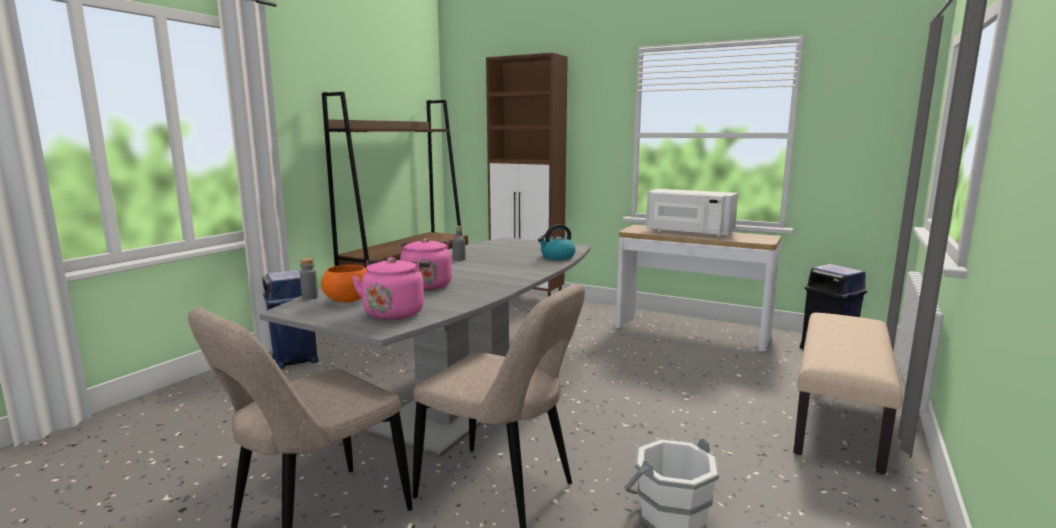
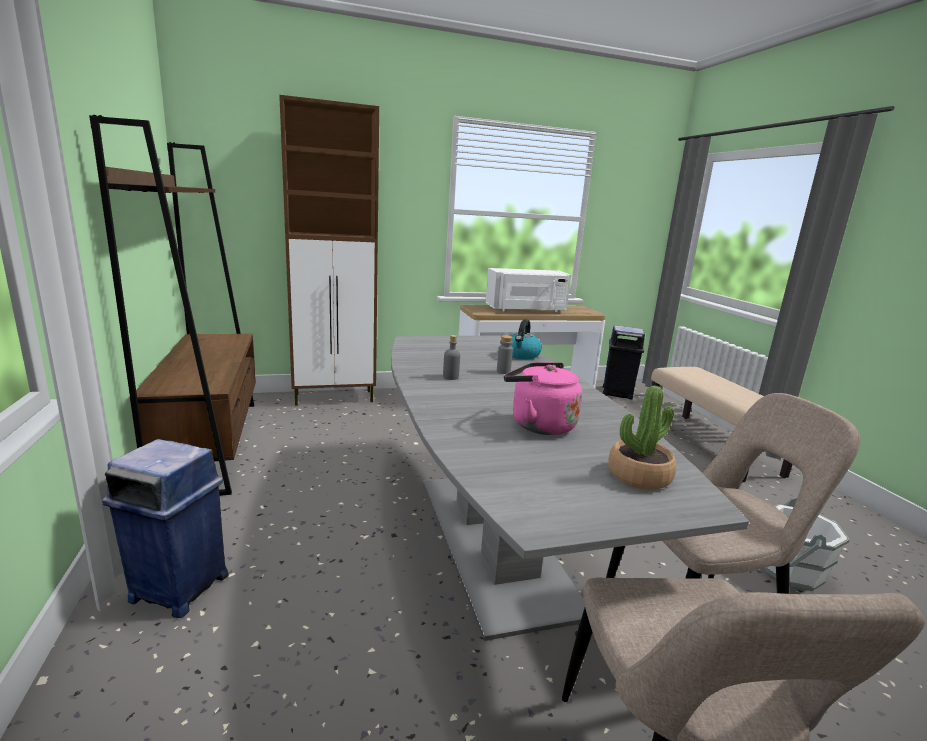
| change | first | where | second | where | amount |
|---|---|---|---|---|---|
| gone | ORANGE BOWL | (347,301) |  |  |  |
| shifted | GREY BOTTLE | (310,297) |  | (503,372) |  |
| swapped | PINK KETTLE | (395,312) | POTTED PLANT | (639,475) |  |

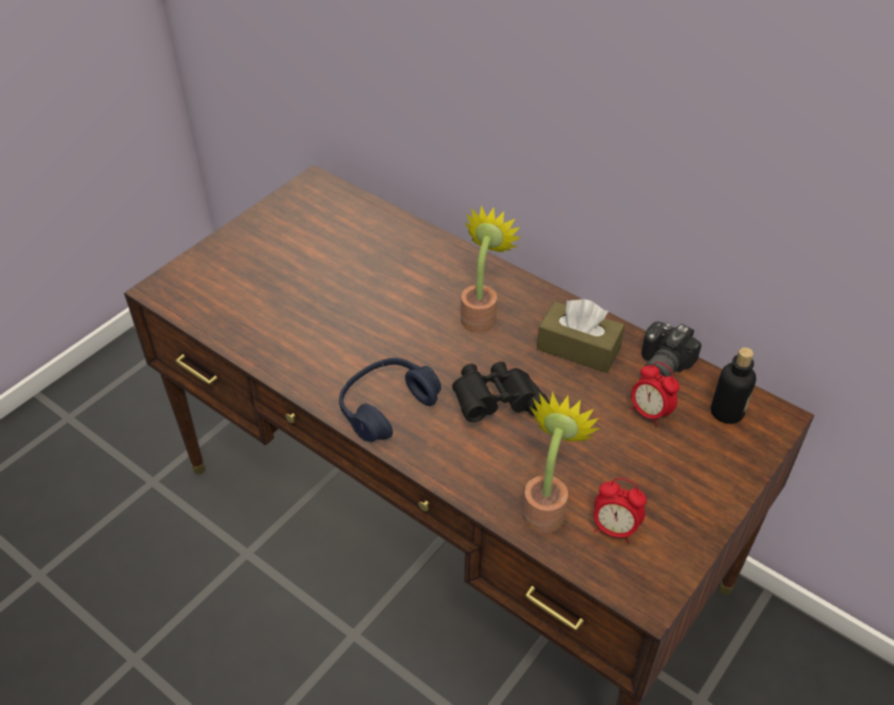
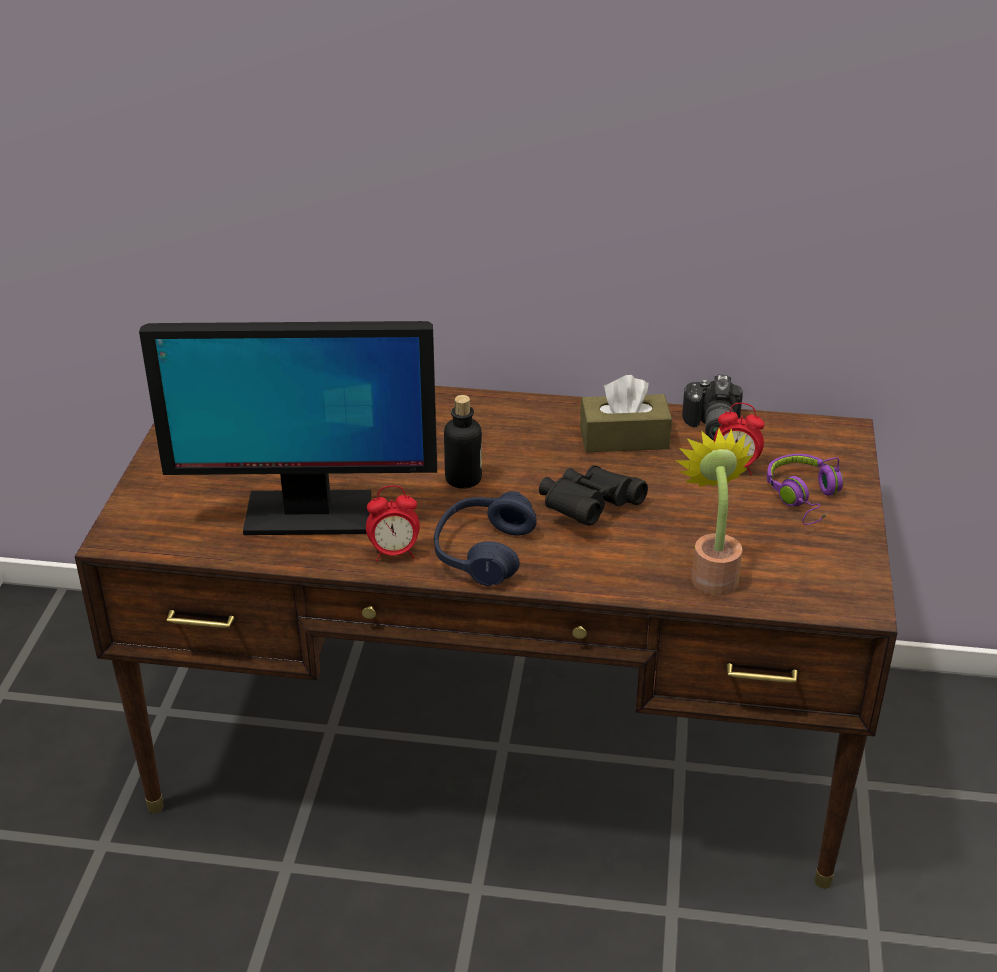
| change | first | where | second | where | amount |
|---|---|---|---|---|---|
| gone | POTTED PLANT | (481,315) |  |  |  |
| new |  |  | MONITOR | (307,514) |  |
| new |  |  | PURPLE HEADPHONES | (804,497) |  |
| shifted | ALARM CLOCK | (614,529) |  | (394,553) |  |
| shifted | BOTTLE | (727,412) |  | (463,479) |  |

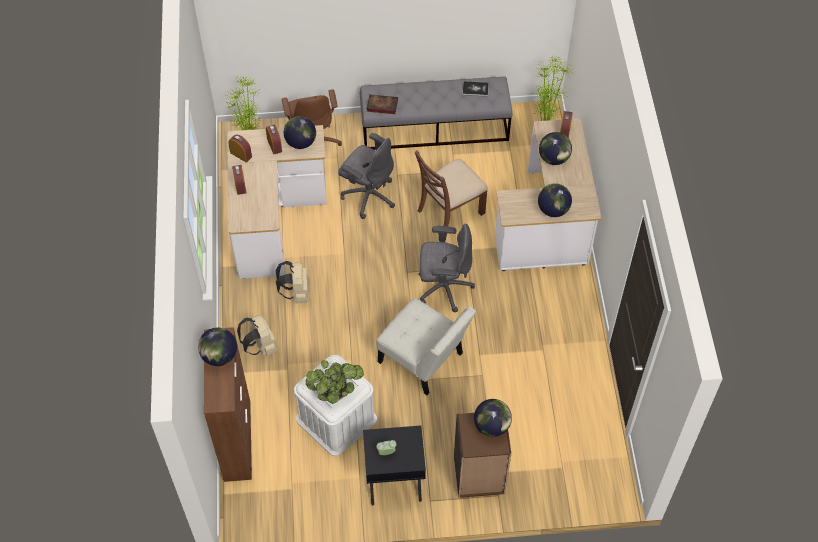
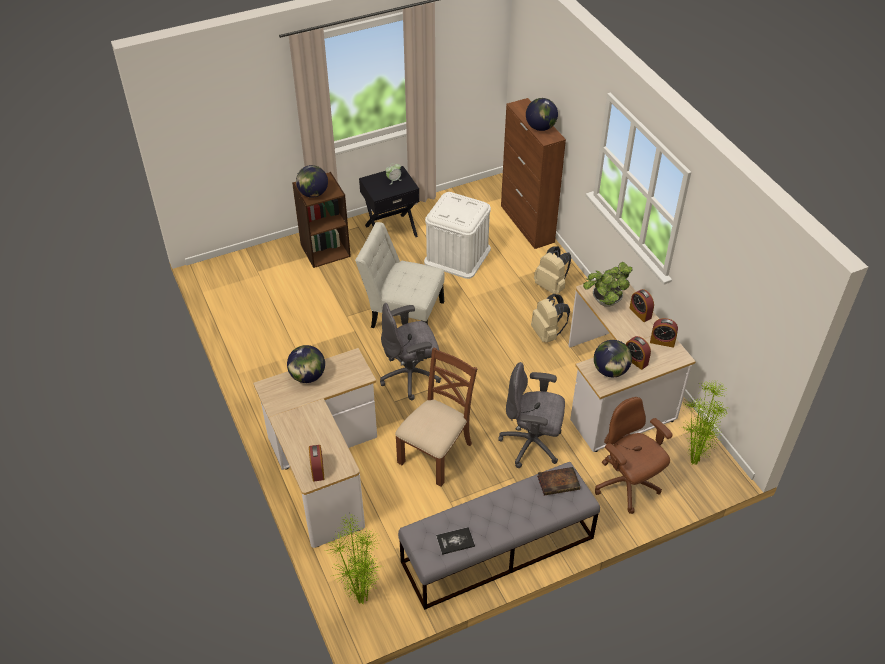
| change | first | where | second | where | amount |
|---|---|---|---|---|---|
| gone | GLOBE | (554,159) |  |  |  |
| shifted | POTTED PLANT | (335,392) |  | (604,302) |  |

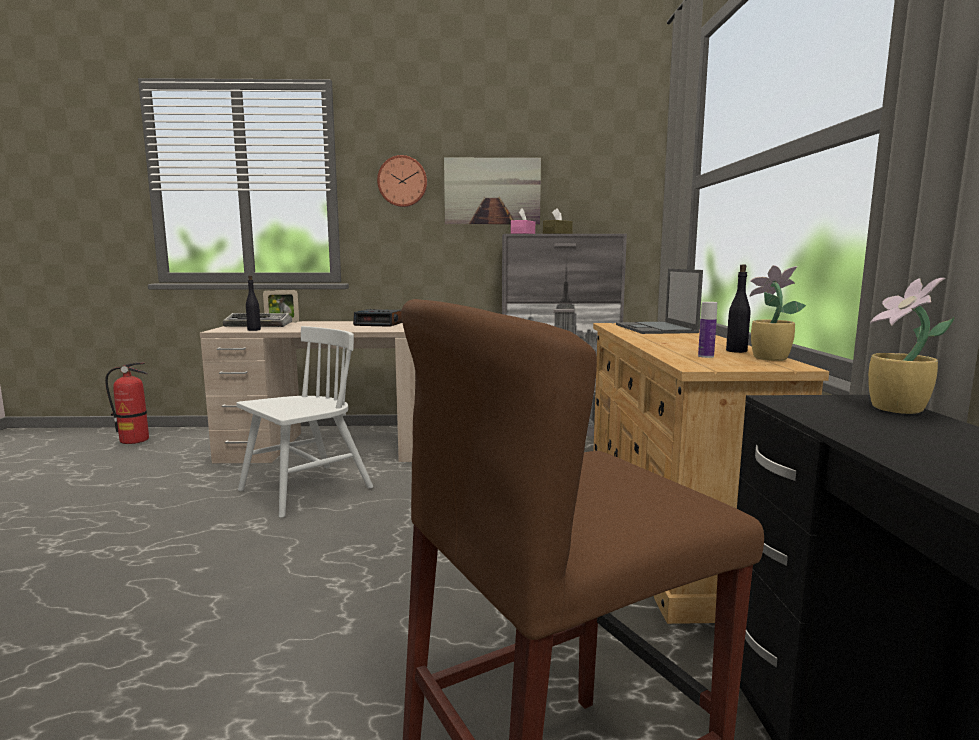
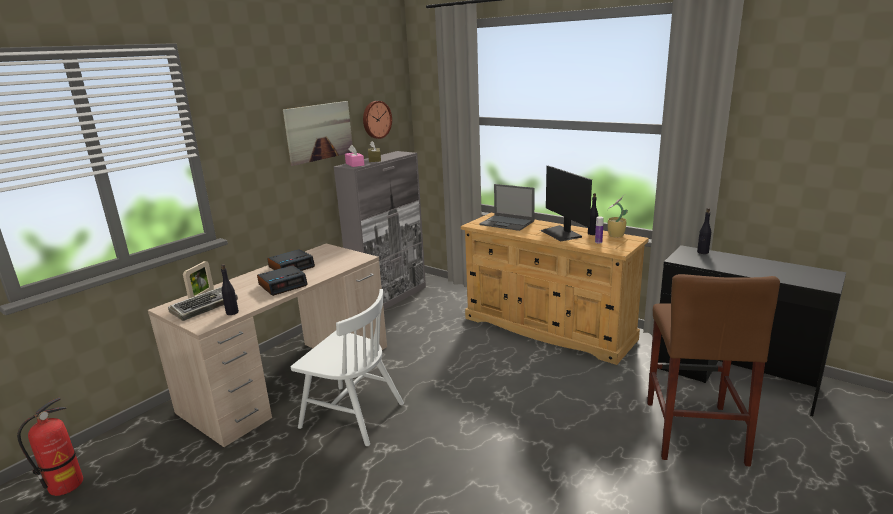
| change | first | where | second | where | amount |
|---|---|---|---|---|---|
| new |  |  | ALARM CLOCK | (283,285) |  |
| new |  |  | MONITOR | (561,233) |  |
| shifted | WALL CLOCK | (402,181) |  | (376,119) |  |
| swapped | POTTED PLANT | (897,409) | BLACK BOTTLE | (702,252) |  |
| rotated | WHITE CHAIR | (305,489) |  | (352,415) | 120 degrees clockwise |

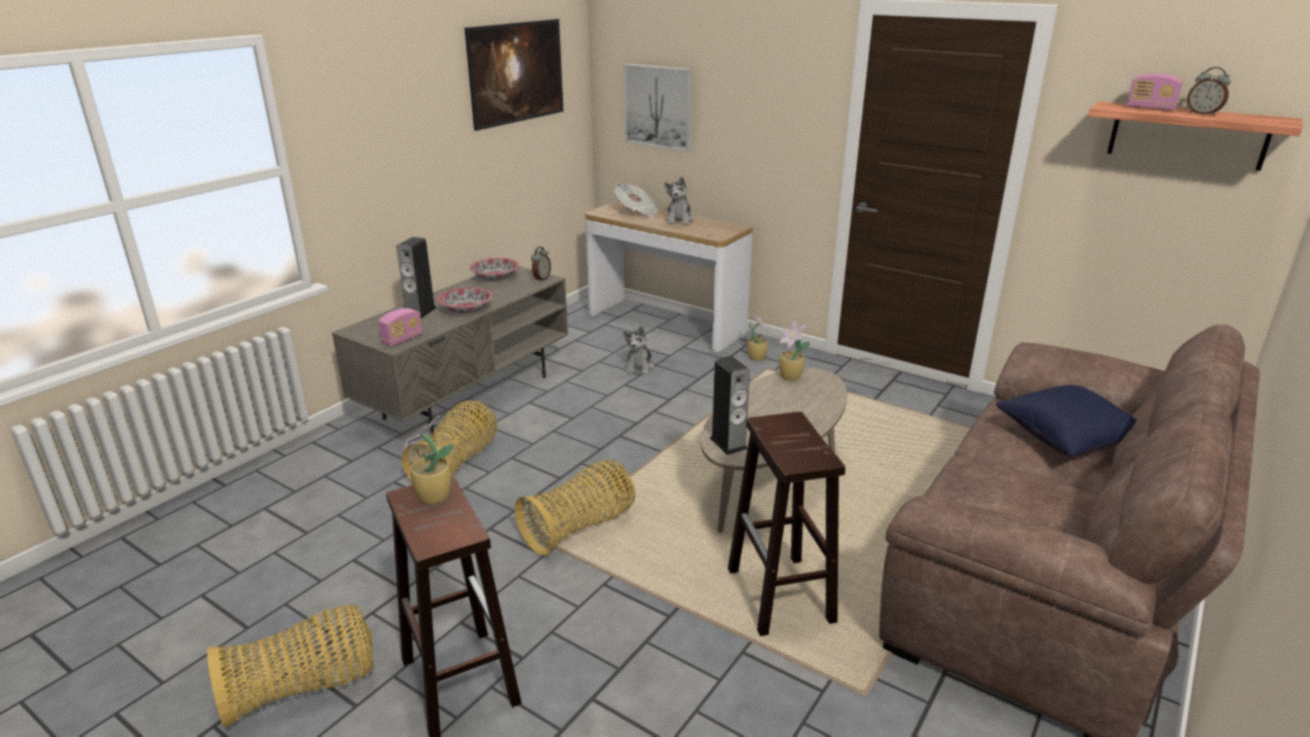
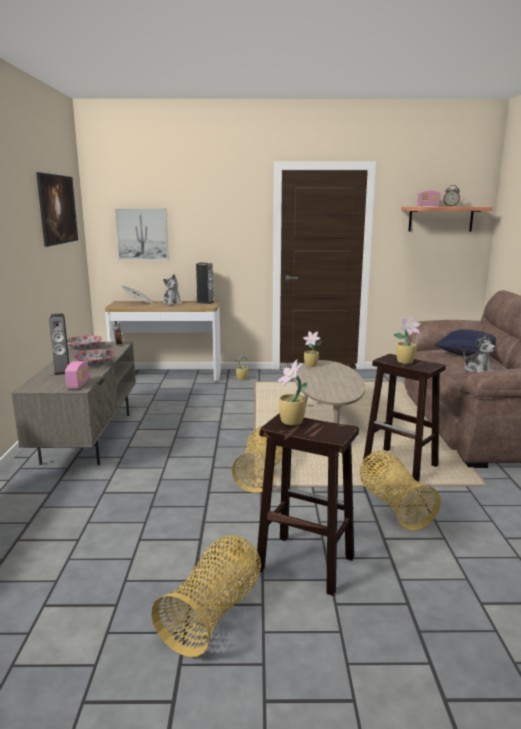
| change | first | where | second | where | amount |
|---|---|---|---|---|---|
| new |  |  | POTTED PLANT | (406,362) |  |
| shifted | BASKET | (457,464) |  | (393,506) |  |
| shifted | PLUSH TOY | (639,367) |  | (478,370) |  |
| shifted | SPEAKER | (728,443) |  | (205,302) |  |

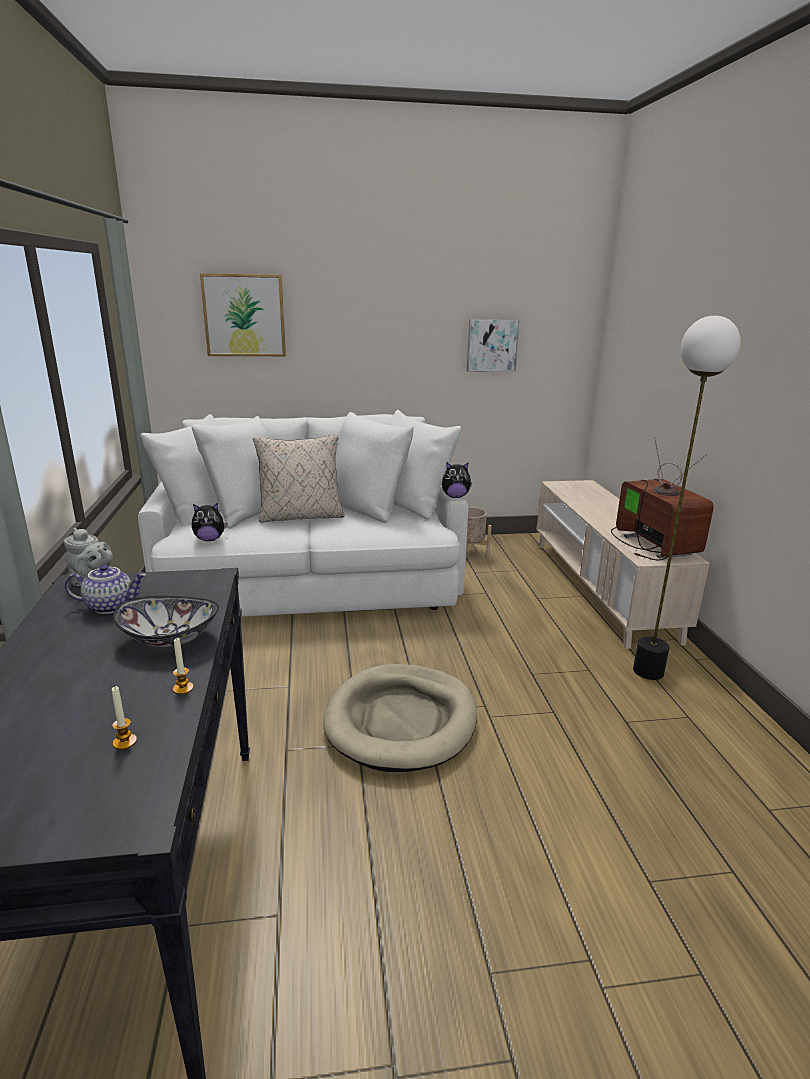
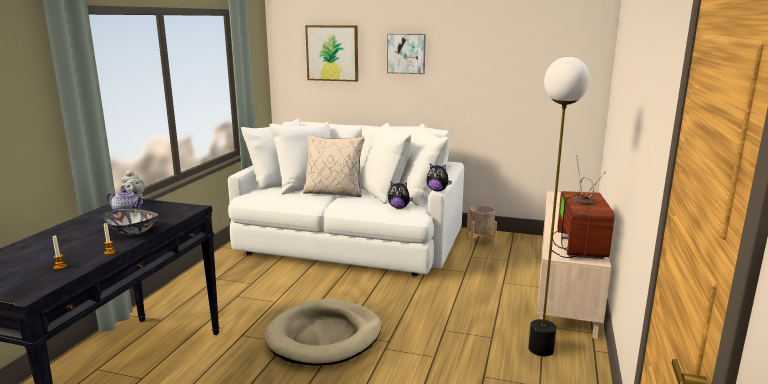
| change | first | where | second | where | amount |
|---|---|---|---|---|---|
| shifted | PLUSH TOY | (209,539) |  | (399,207) |  |
| shifted | PICTURE | (492,345) |  | (406,53) |  |

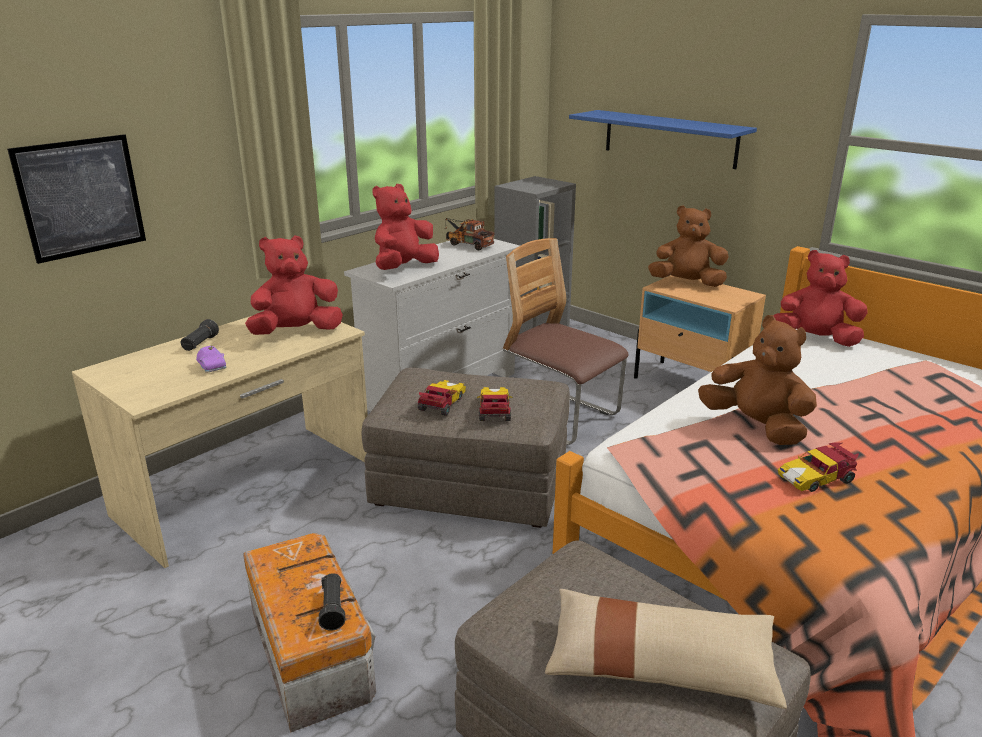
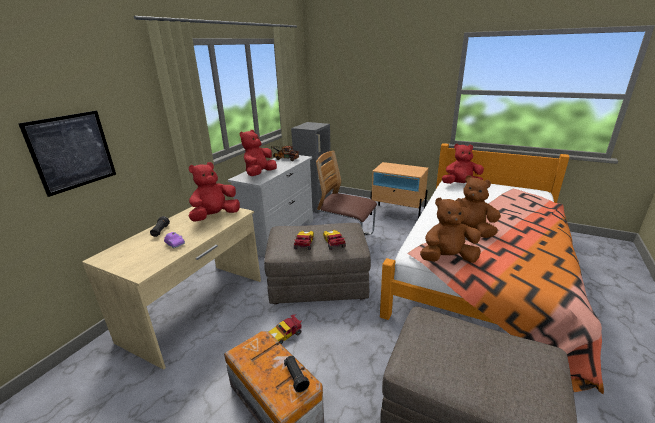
| change | first | where | second | where | amount |
|---|---|---|---|---|---|
| gone | BEIGE PILLOW | (660,664) |  |  |  |
| gone | BLUE SHELF | (669,138) |  |  |  |
| shifted | BROWN PLUSH TOY | (687,283) |  | (447,258) |  |
| shifted | TOY CAR | (817,479) |  | (285,335) |  |

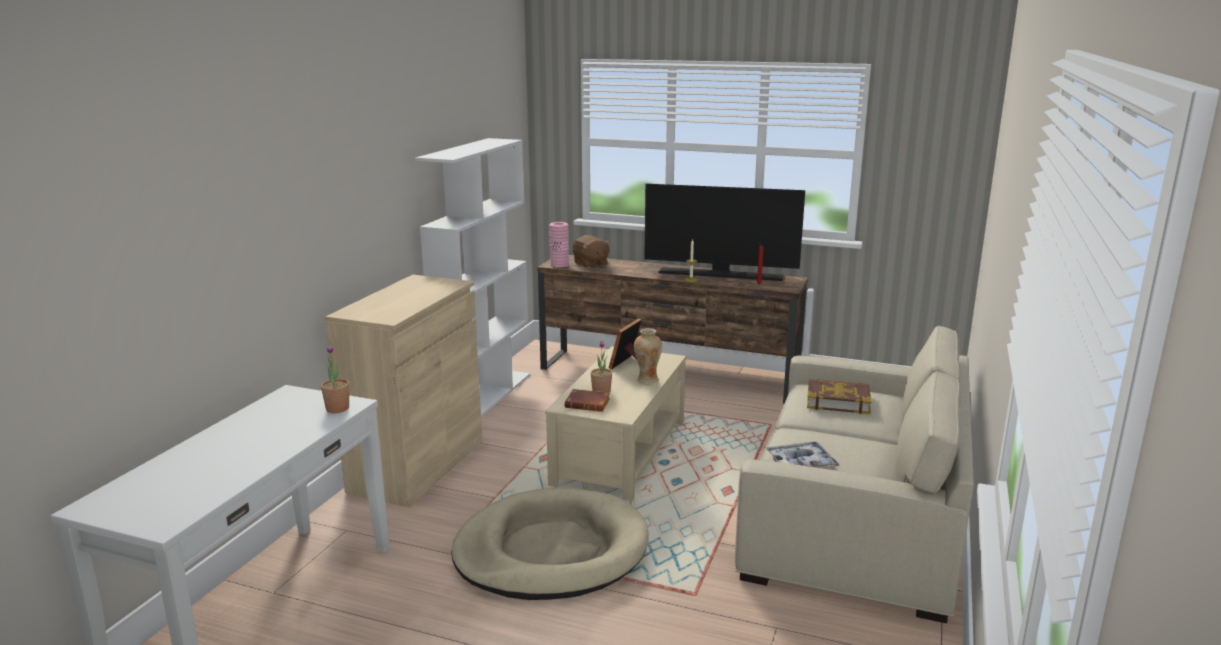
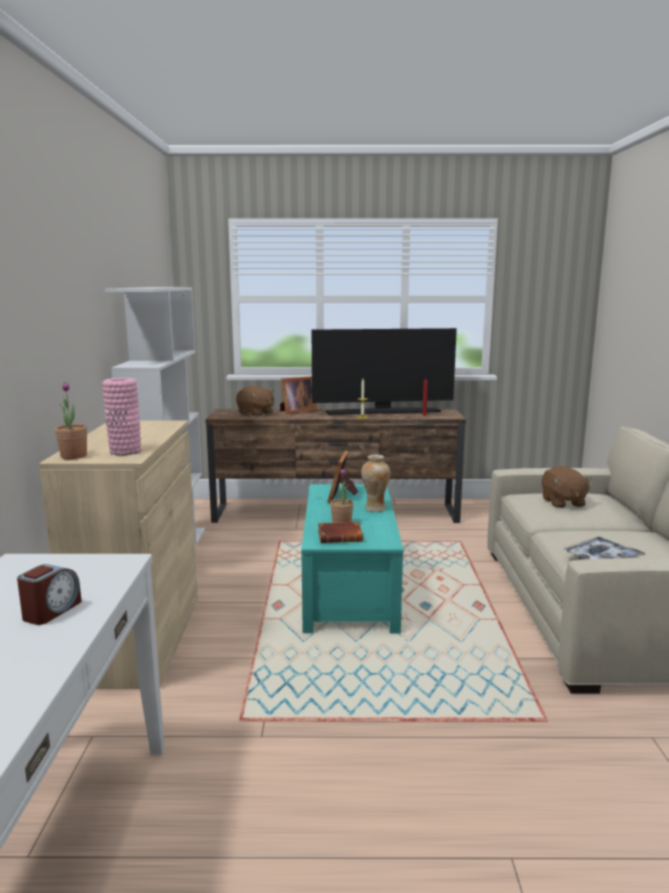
| change | first | where | second | where | amount |
|---|---|---|---|---|---|
| gone | BEIGE DOG BED | (551,551) |  |  |  |
| new |  |  | ALARM CLOCK | (51,611) |  |
| new |  |  | PICTURE FRAME | (296,411) |  |
| shifted | POTTED PLANT | (337,408) |  | (74,456) |  |
| shifted | PINK VASE | (559,265) |  | (125,451) |  |
| swapped | BOOK | (838,401) | BROWN PLUSH TOY | (562,502) |  |
| repainted | BEIGE COFFEE TABLE | (621,454) | TURQUOISE COFFEE TABLE | (351,588) |  |

